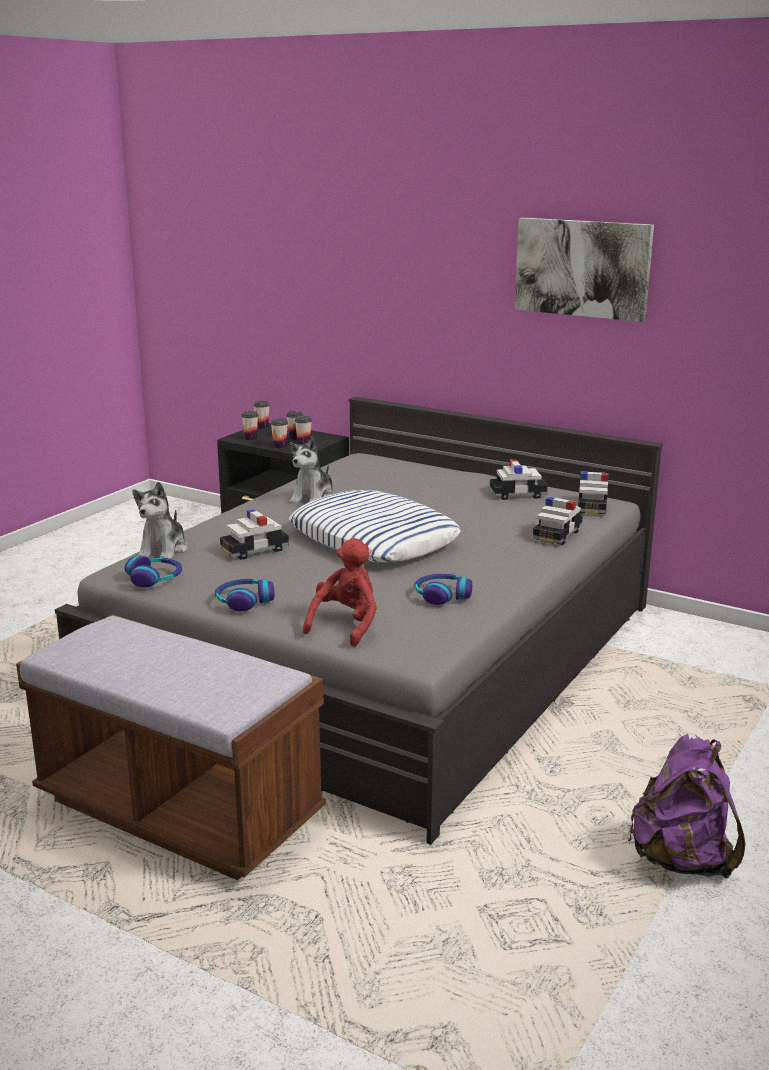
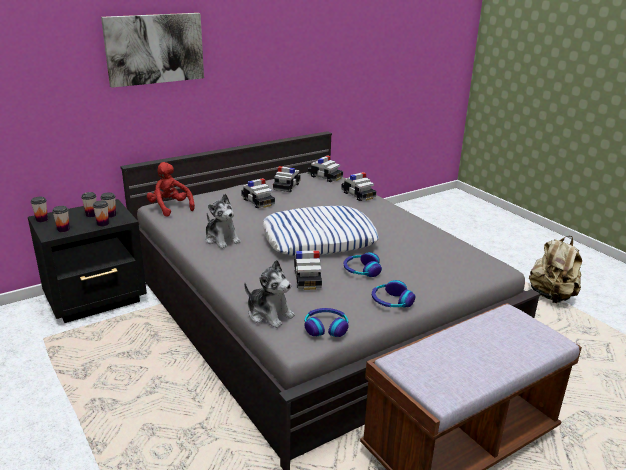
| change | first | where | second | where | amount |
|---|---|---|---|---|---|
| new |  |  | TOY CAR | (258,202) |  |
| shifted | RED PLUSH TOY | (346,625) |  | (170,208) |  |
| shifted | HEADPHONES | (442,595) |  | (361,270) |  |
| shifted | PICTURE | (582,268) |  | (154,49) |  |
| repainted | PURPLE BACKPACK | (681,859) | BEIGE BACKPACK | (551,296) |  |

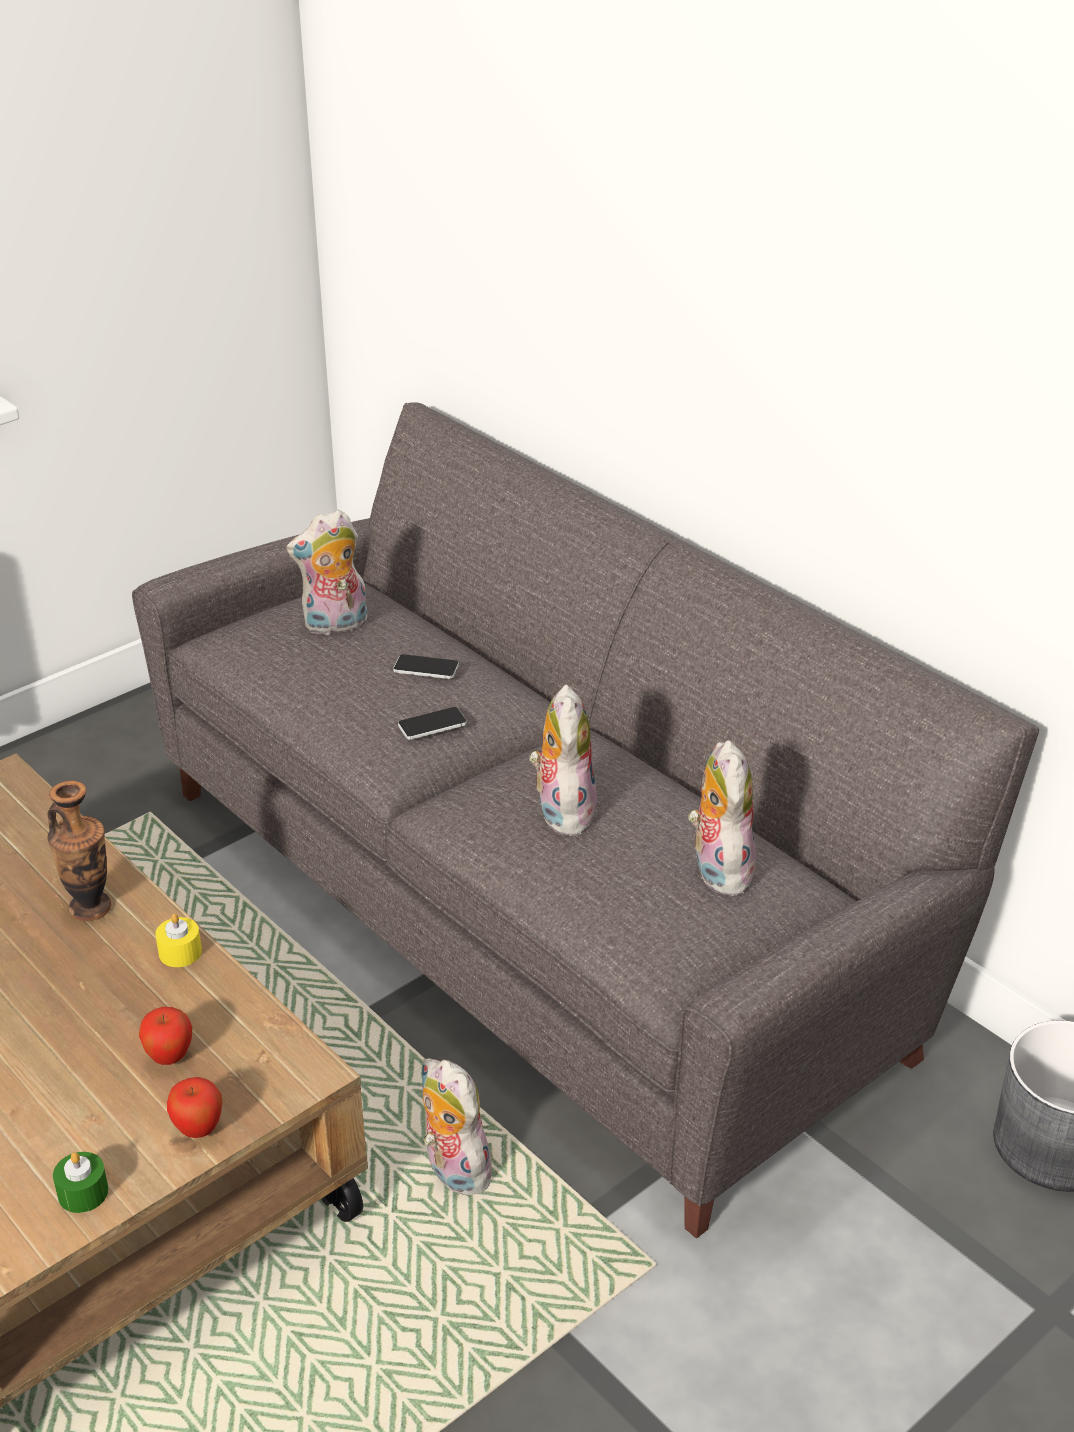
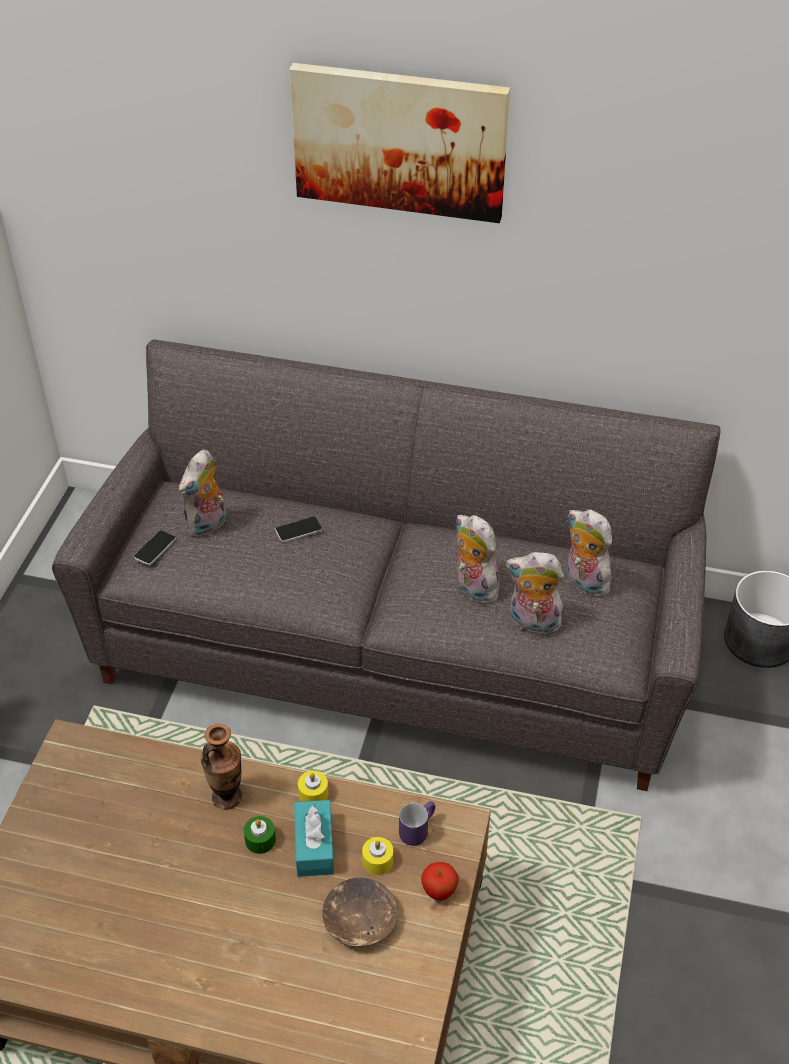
| change | first | where | second | where | amount |
|---|---|---|---|---|---|
| new |  |  | PICTURE | (400,141) |  |
| new |  |  | TURQUOISE TISSUE BOX | (314,845) |  |
| new |  |  | BROWN BOWL | (359,921) |  |
| new |  |  | PURPLE MUG | (416,829) |  |
| shifted | GREEN CANDLE | (83,1192) |  | (260,840) |  |
| shifted | PHONE | (432,724) |  | (155,548) |  |
| shifted | PLUSH TOY | (453,1171) |  | (532,623) |  |
| swapped | APPLE | (170,1057) | YELLOW CANDLE | (377,861) |  |

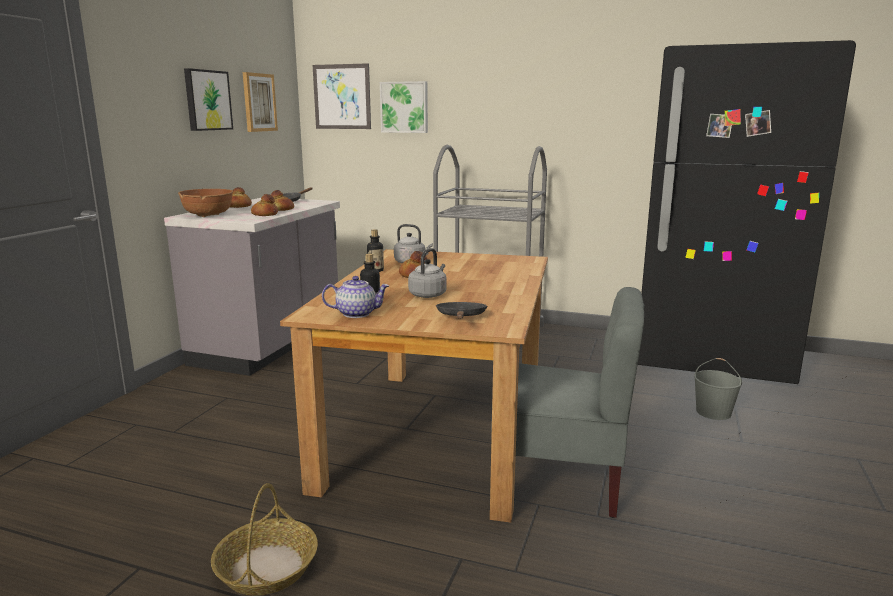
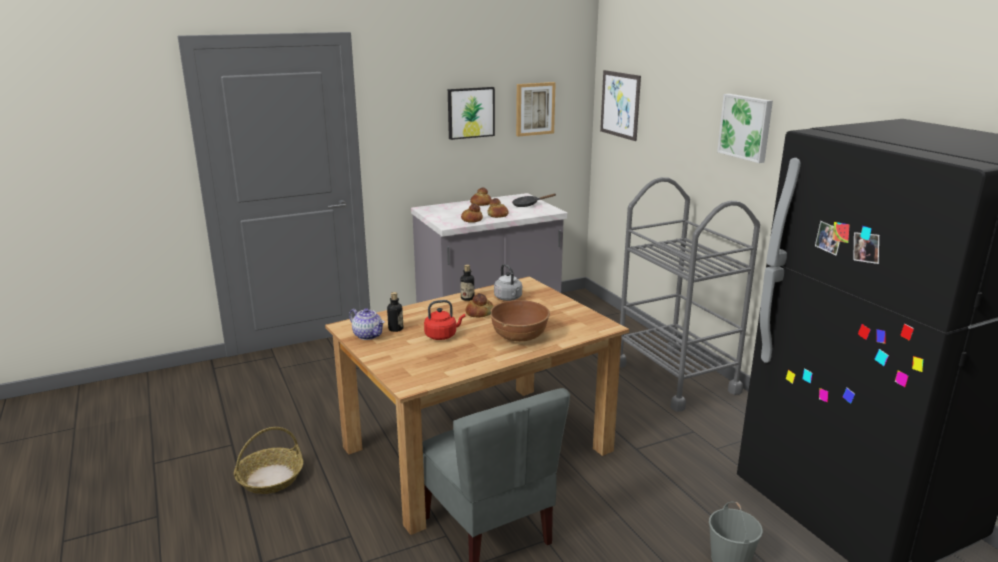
| change | first | where | second | where | amount |
|---|---|---|---|---|---|
| gone | BLACK FRYING PAN | (461,317) |  |  |  |
| shifted | BROWN BOWL | (208,215) |  | (519,337) |  |
| shifted | PICTURE | (404,107) |  | (746,127) |  |
| repainted | GREY KETTLE | (428,294) | RED KETTLE | (442,336) |  |

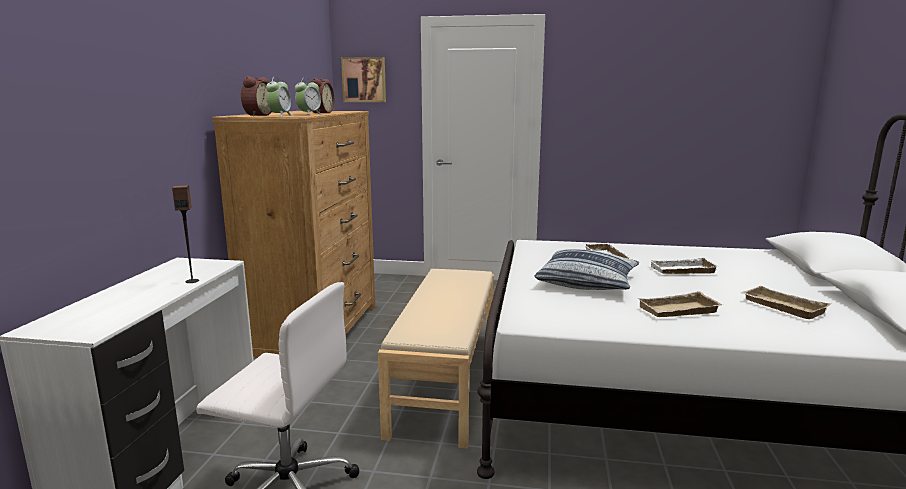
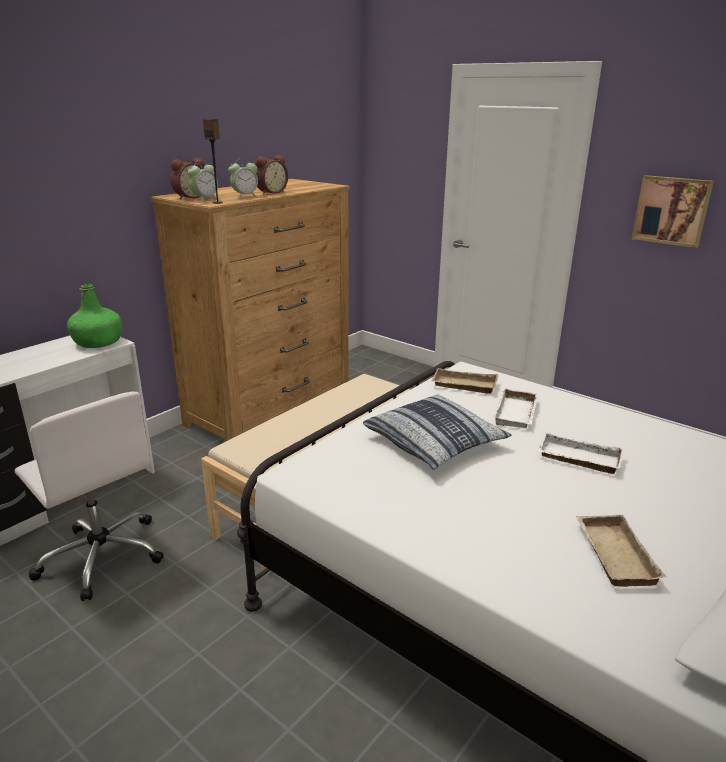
| change | first | where | second | where | amount |
|---|---|---|---|---|---|
| new |  |  | GREEN BOTTLE | (98,342) |  |
| shifted | SPEAKER | (192,281) |  | (217,202) |  |
| shifted | PICTURE | (364,80) |  | (671,210) |  |
| shifted | BEIGE TRAY | (678,311) |  | (463,386) |  |

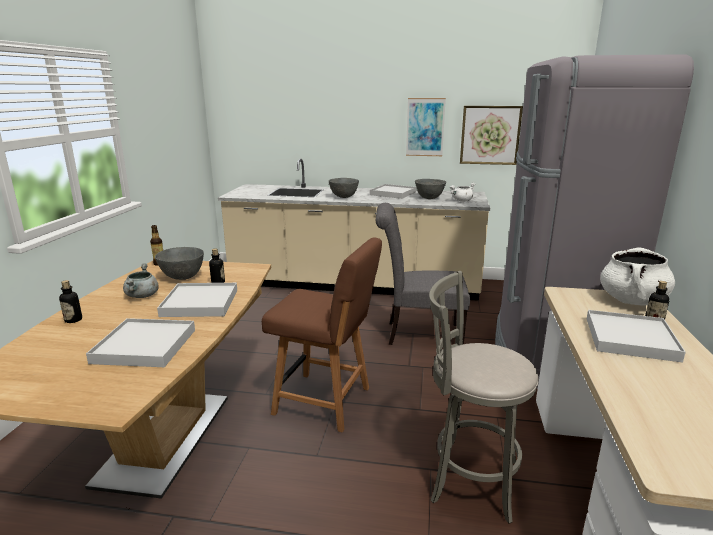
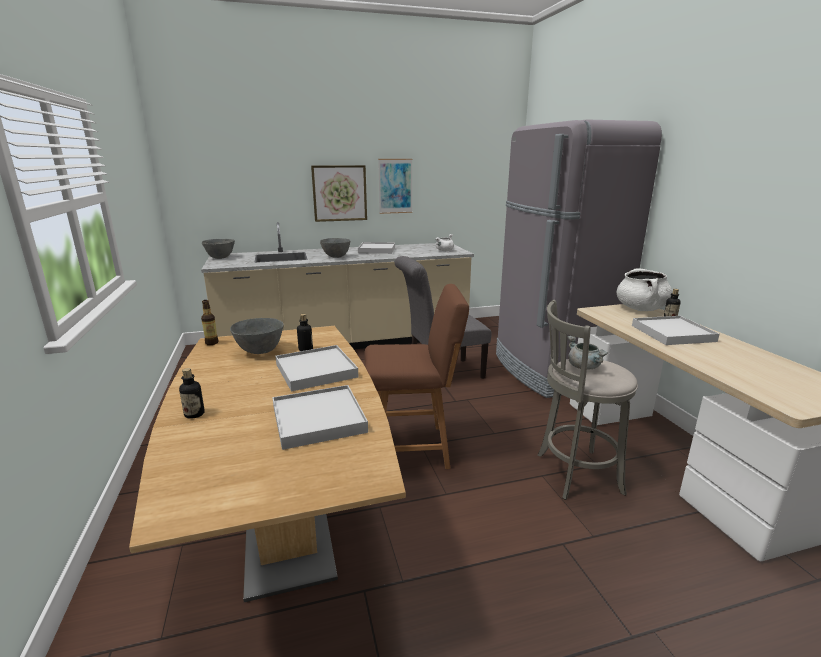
| change | first | where | second | where | amount |
|---|---|---|---|---|---|
| shifted | GREY COOKING POT | (142,296) |  | (584,367) |  |
| shifted | GREY BOWL | (429,198) |  | (220,258) |  |
| shifted | PICTURE | (490,135) |  | (339,193) |  |

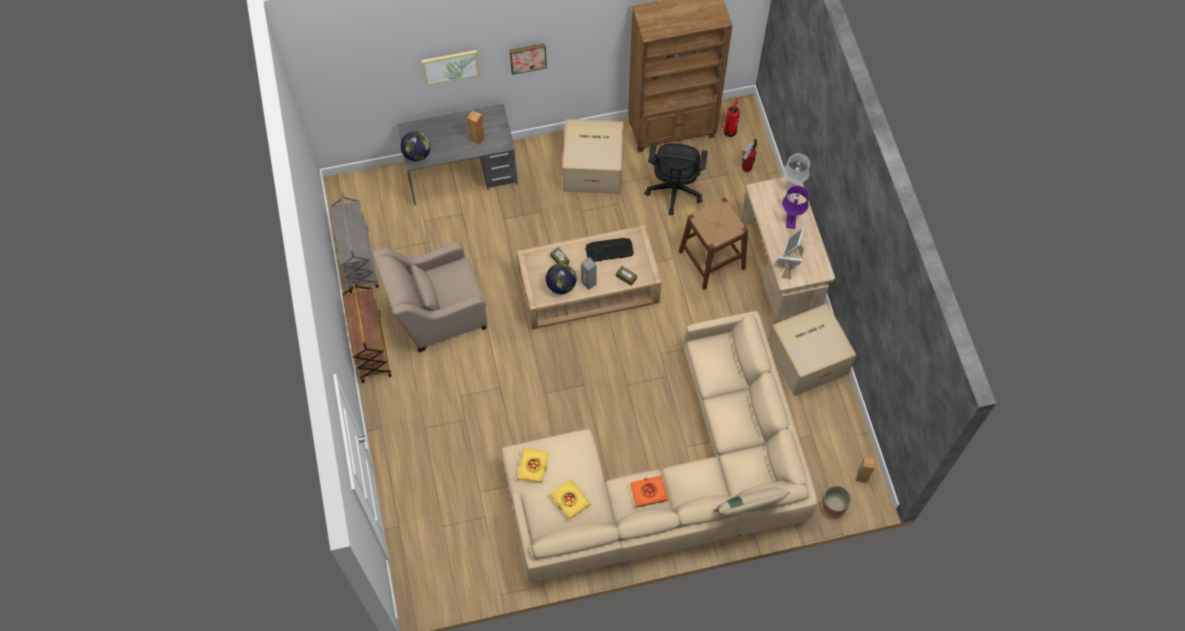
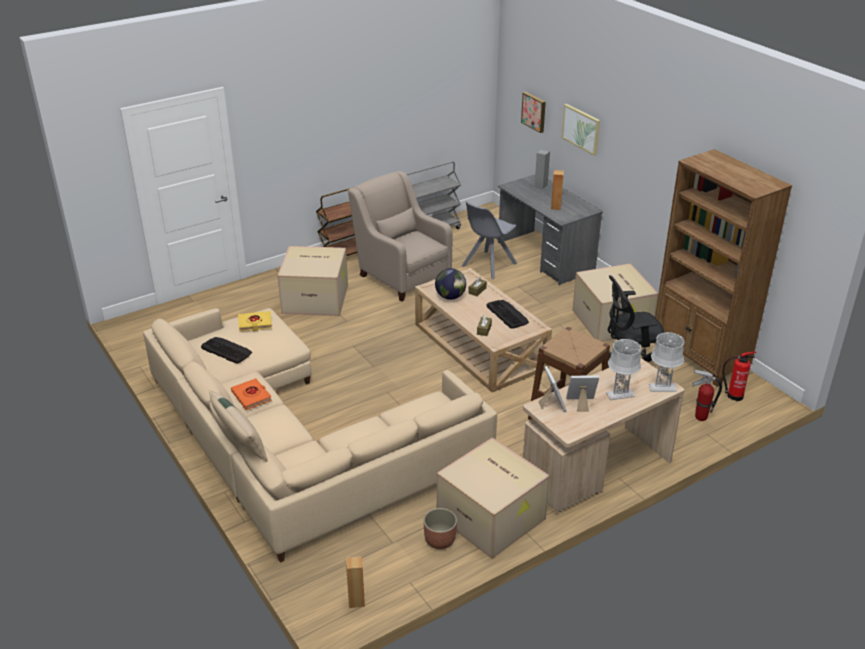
| change | first | where | second | where | amount |
|---|---|---|---|---|---|
| gone | GLOBE | (417,154) |  |  |  |
| new |  |  | CARDBOARD BOX | (316,298) |  |
| new |  |  | GREY CHAIR | (488,265) |  |
| shifted | PICTURE | (527,57) |  | (534,111) |  |
| shifted | GREY SPEAKER | (588,283) |  | (540,185) |  |
| shifted | PLANTER | (833,505) |  | (439,540) |  |
| swapped | YELLOW BOOK | (570,500) | KEYBOARD | (226,350) |  |
| repainted | PURPLE TABLE LAMP | (791,219) | GREY TABLE LAMP | (620,395) |  |

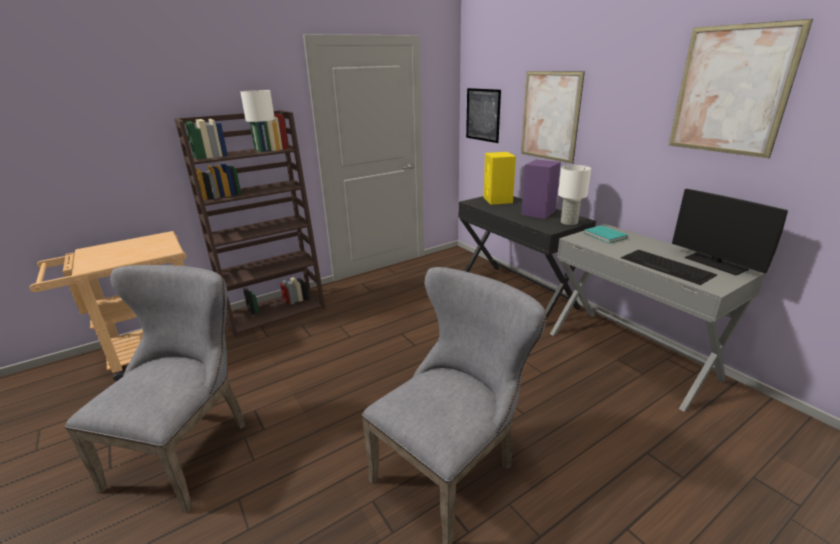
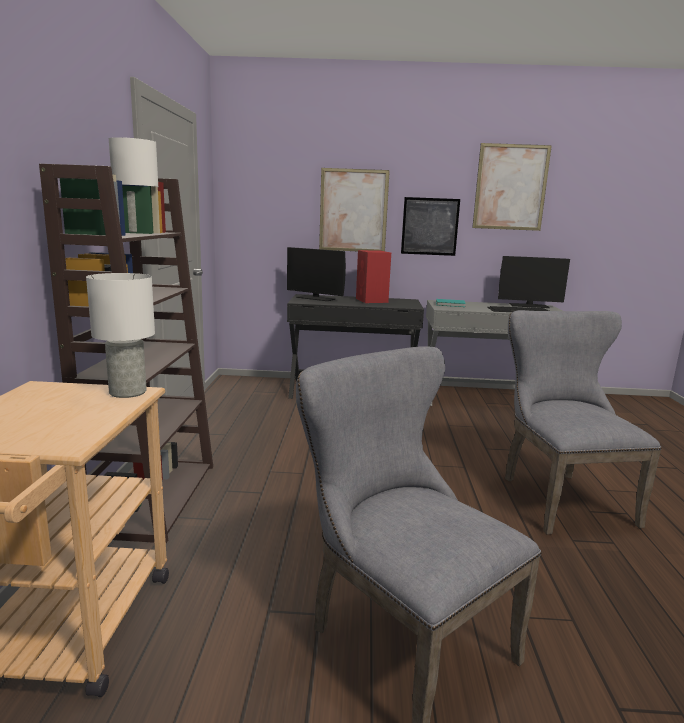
| change | first | where | second | where | amount |
|---|---|---|---|---|---|
| shifted | PICTURE | (483,115) |  | (430,226) |  |
| shifted | WHITE TABLE LAMP | (569,222) |  | (129,392) |  |
| swapped | YELLOW SPEAKER | (498,200) | MONITOR | (315,298) |  |
| repainted | PURPLE SPEAKER | (538,213) | RED SPEAKER | (372,300) |  |

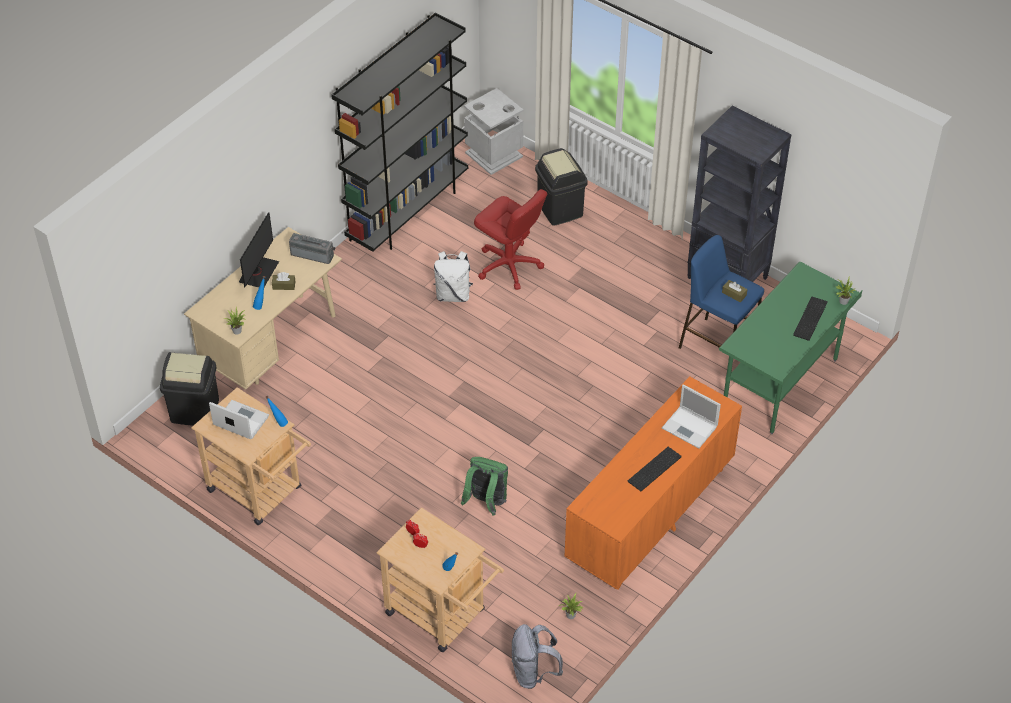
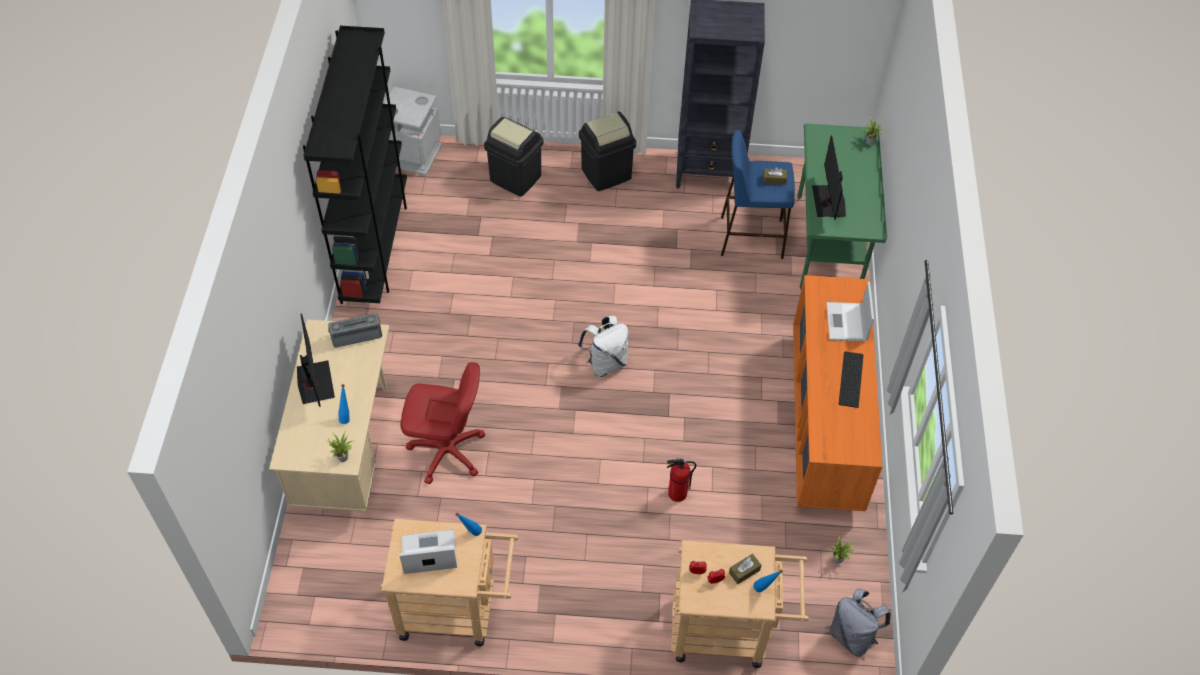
| change | first | where | second | where | amount |
|---|---|---|---|---|---|
| gone | KEYBOARD | (811,319) |  |  |  |
| new |  |  | MONITOR | (829,201) |  |
| shifted | BLACK TRASH CAN | (195,410) |  | (606,173) |  |
| shifted | BROWN TISSUE BOX | (284,285) |  | (744,571) |  |
| shifted | WHITE BACKPACK | (453,294) |  | (605,363) |  |
| shifted | RED OFFICE CHAIR | (509,266) |  | (447,451) |  |
| swapped | GREEN BACKPACK | (486,502) | FIRE EXTINGUISHER | (677,494) |  |
| rotated | LAPTOP | (690,427) |  | (847,323) | 90 degrees clockwise |

